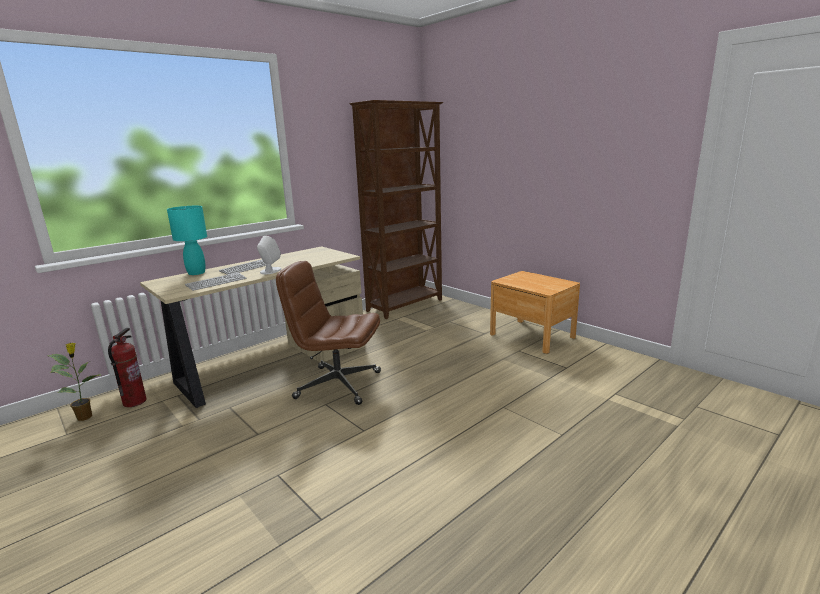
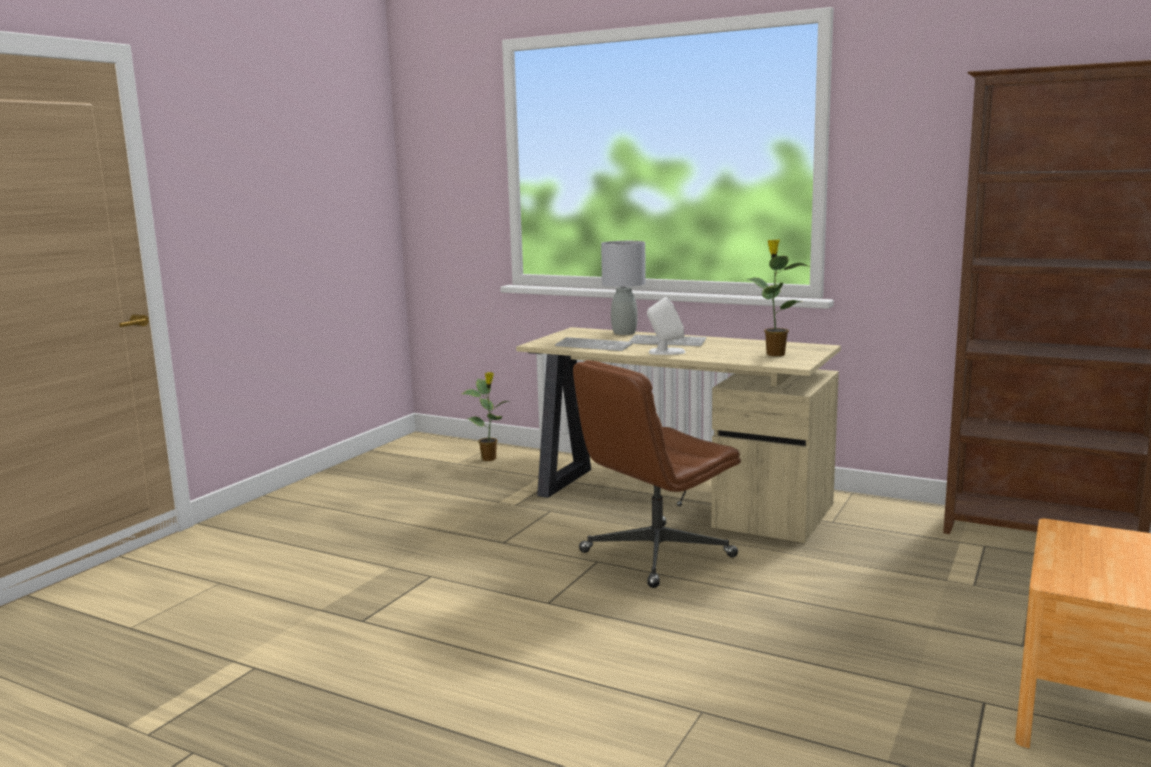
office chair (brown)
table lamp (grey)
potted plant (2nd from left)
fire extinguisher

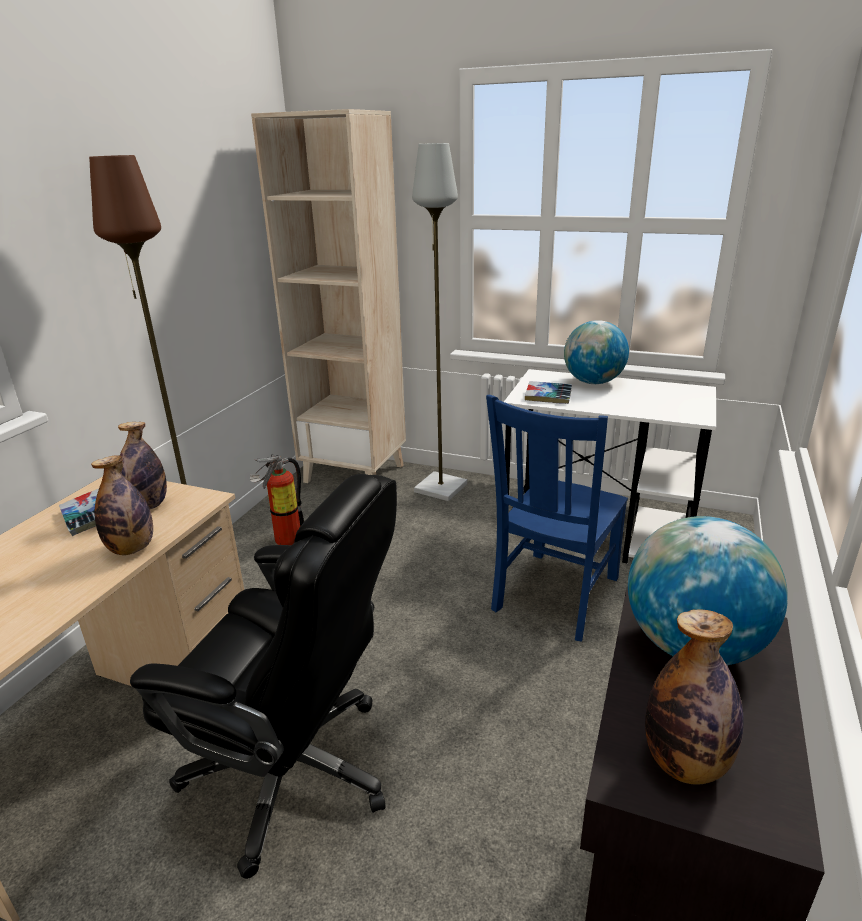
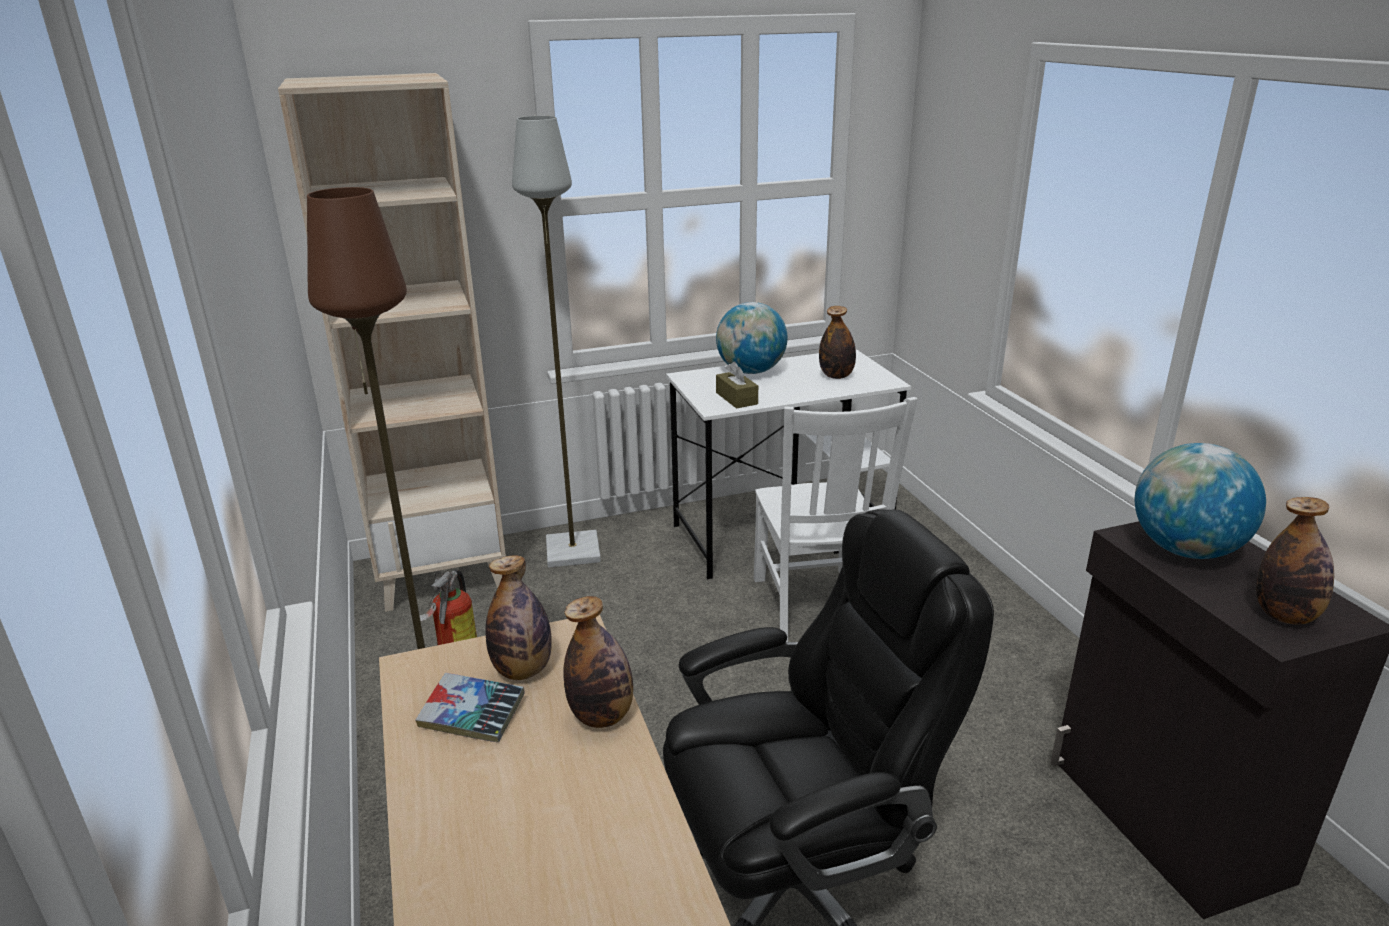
tissue box (brown)
chair (white)
bottle (3rd from left)

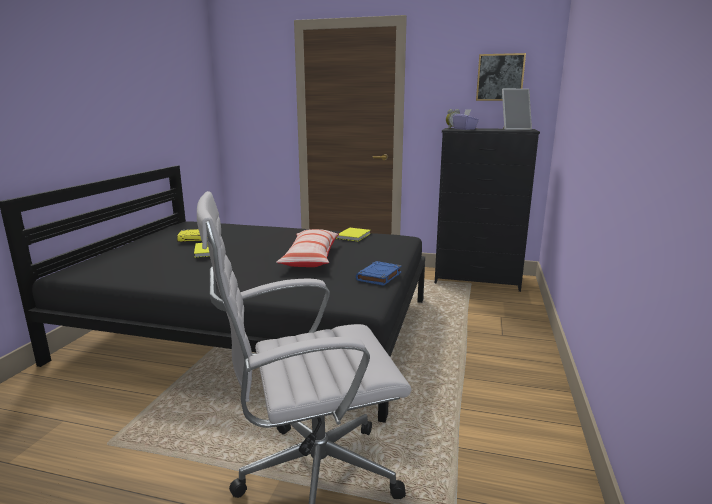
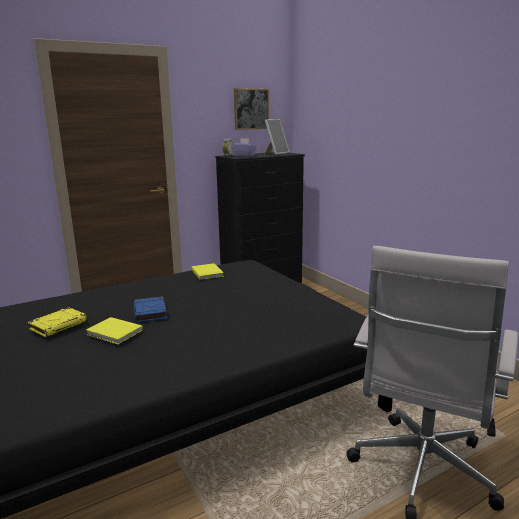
book (blue)
pillow

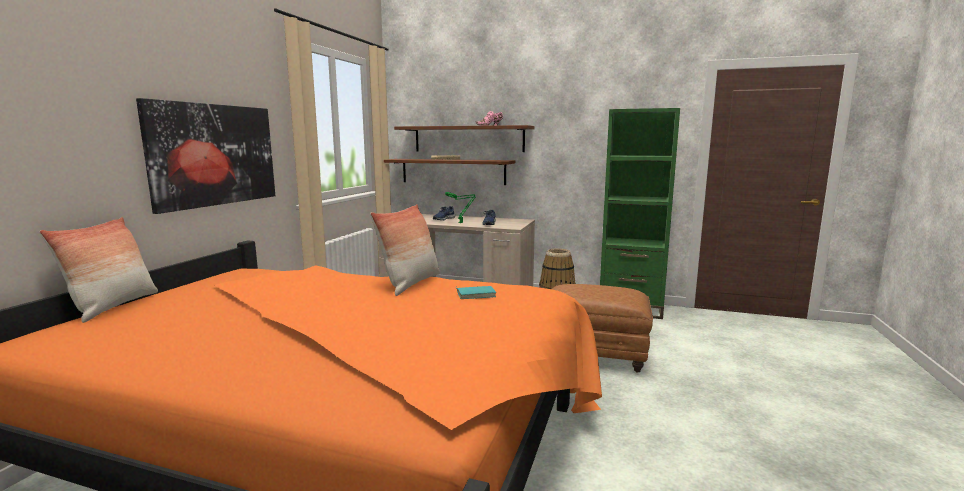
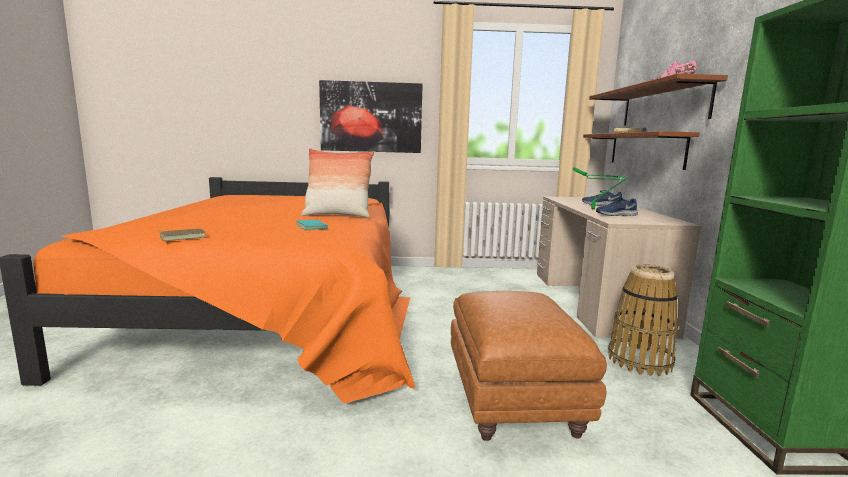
book (brown)
pillow (1st from left in the first image)

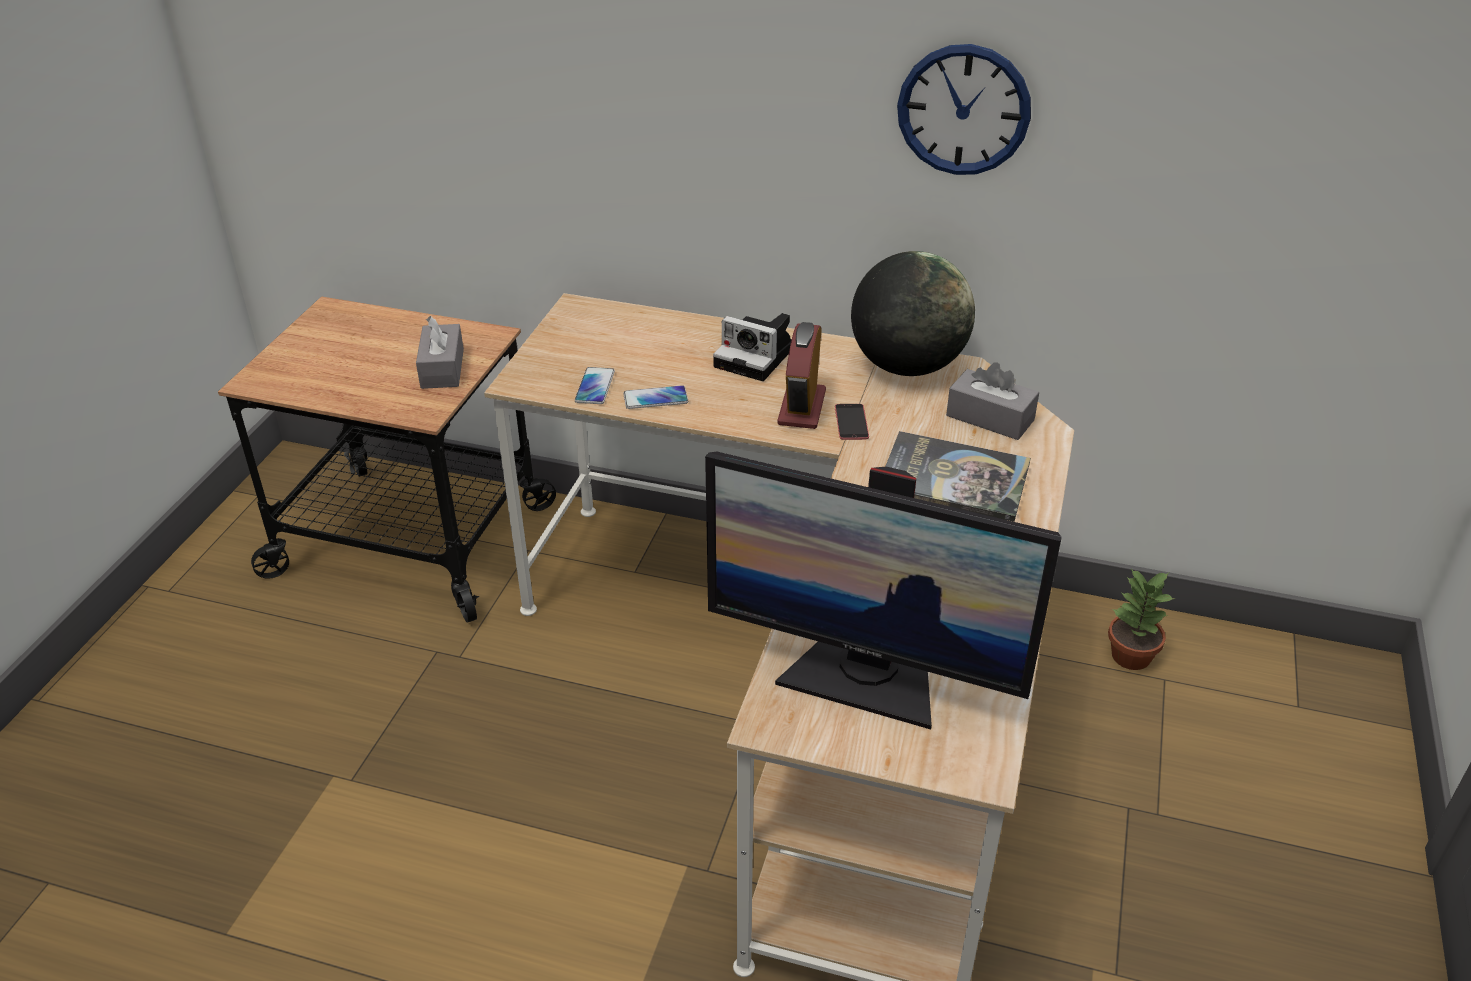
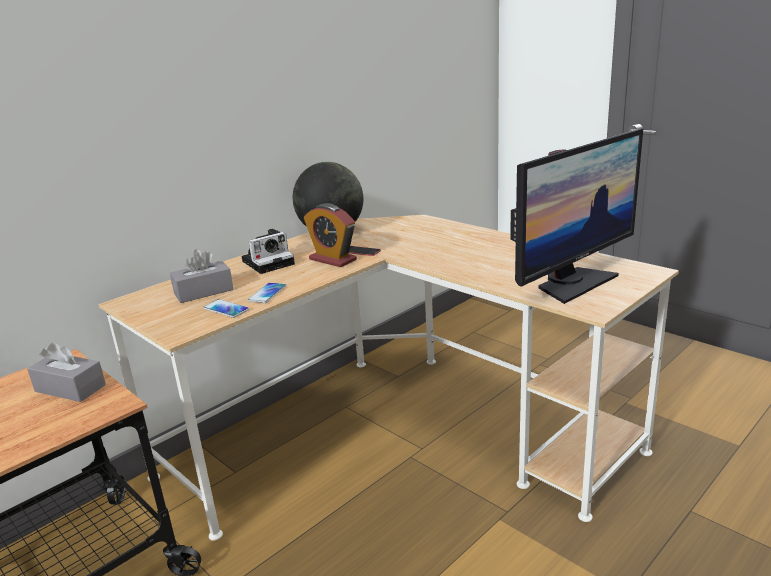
tissue box (grey) (2nd from left)
book
wall clock
potted plant

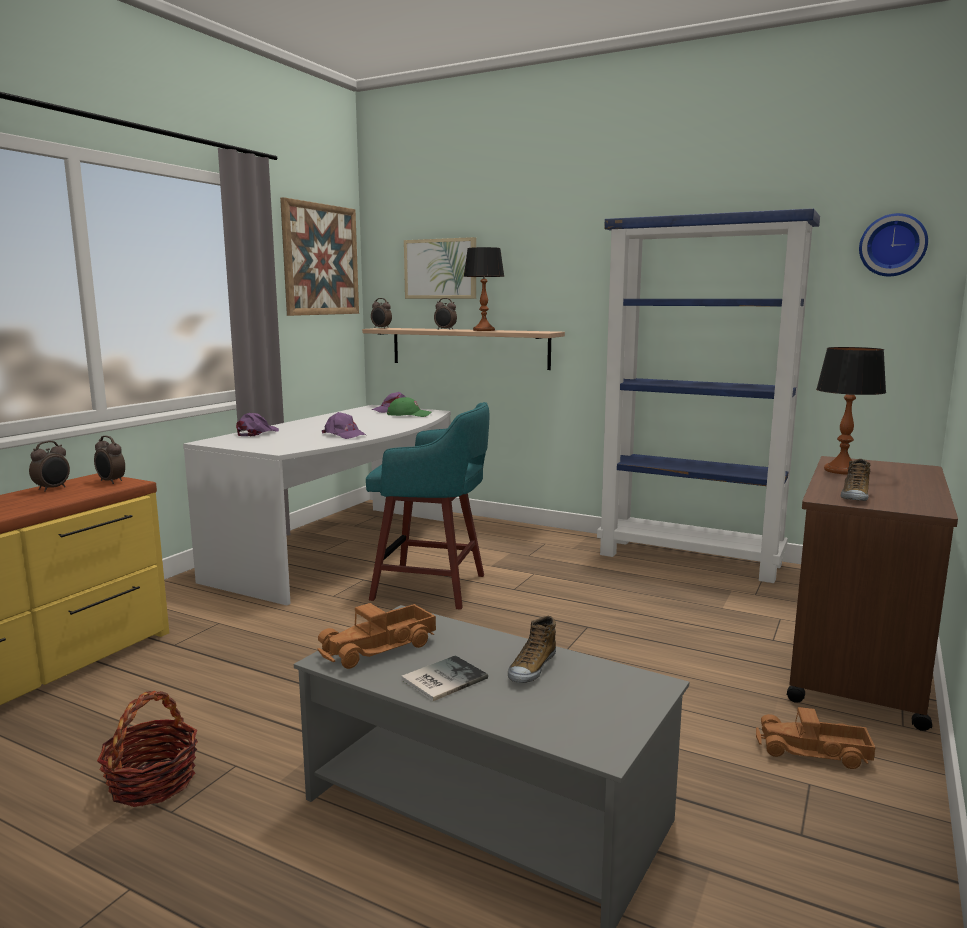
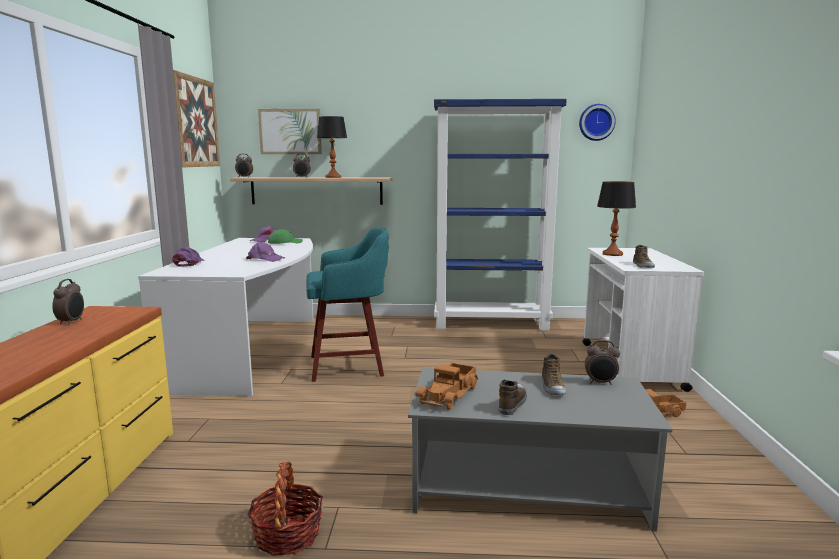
shoe (1st from left)
cart (white)
alarm clock (4th from left)

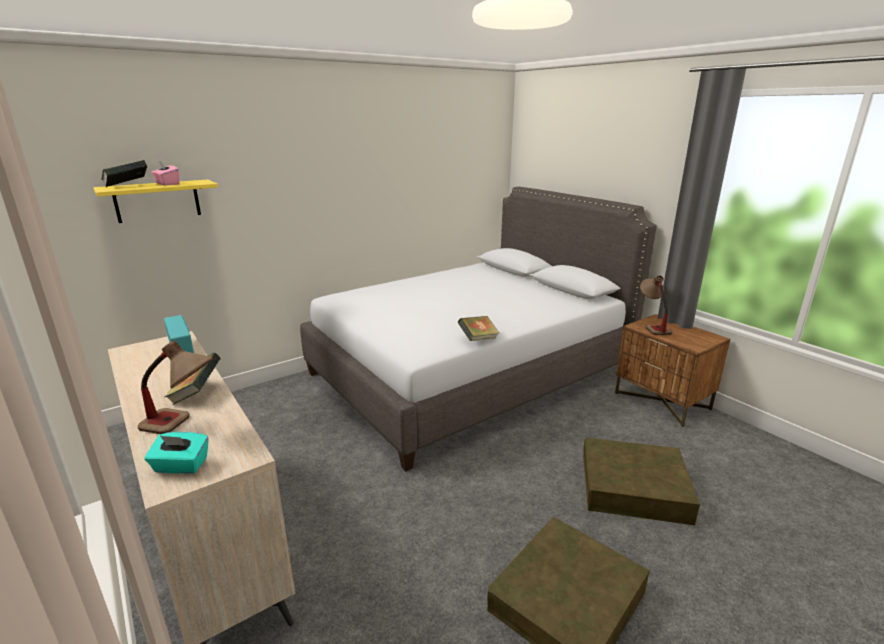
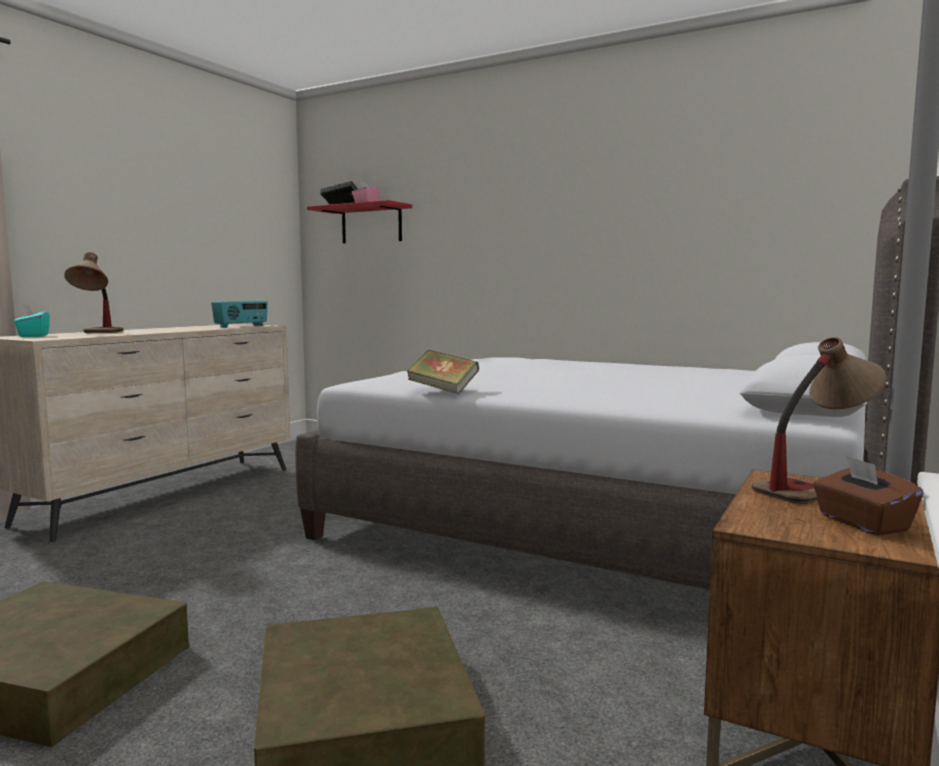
shelf (red)
tissue box (brown)
book (2nd from left in the first image)

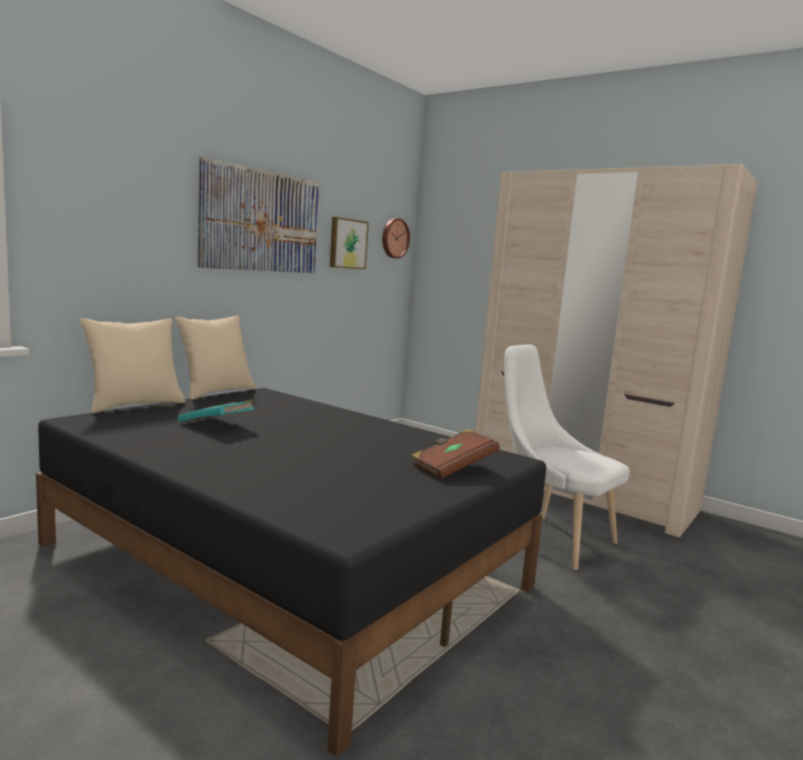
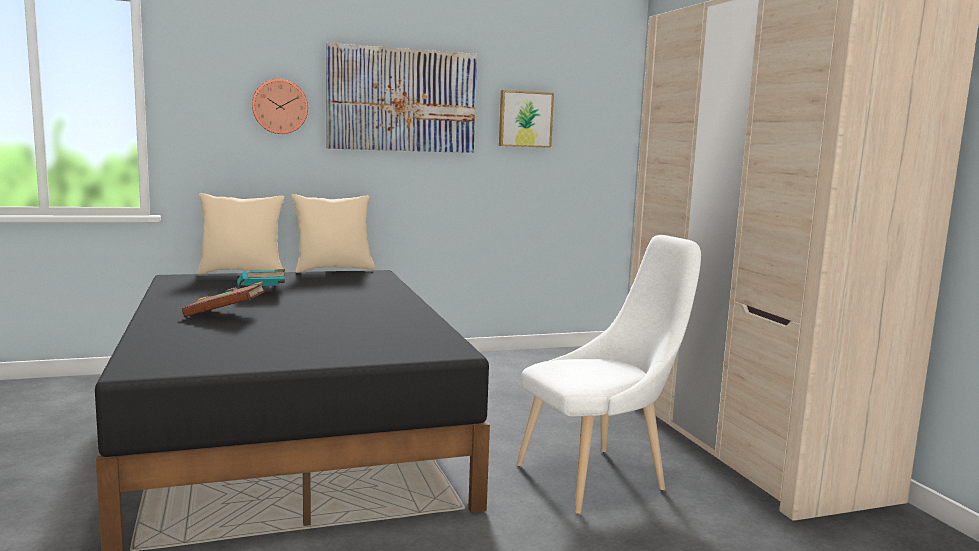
book (brown)
wall clock
chair (white)

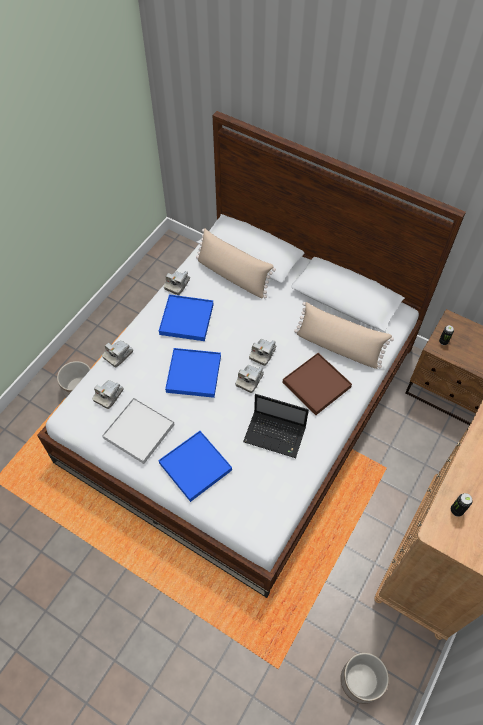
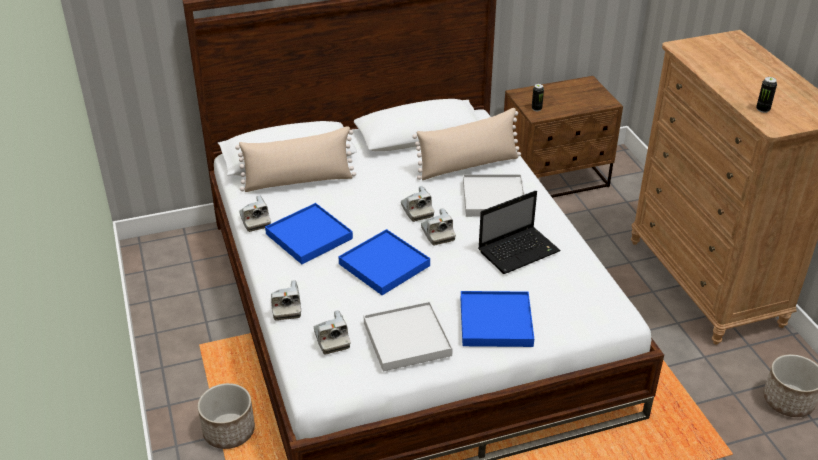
tray (white) (2nd from left)

